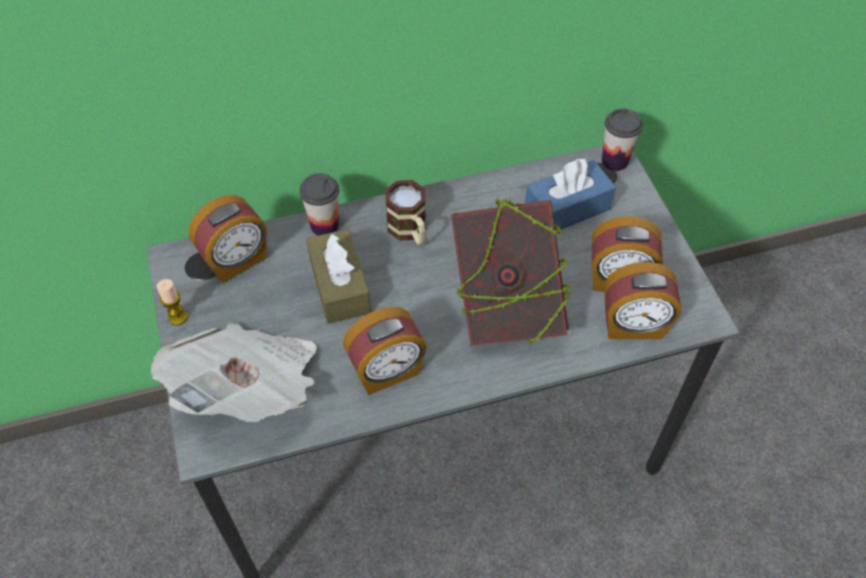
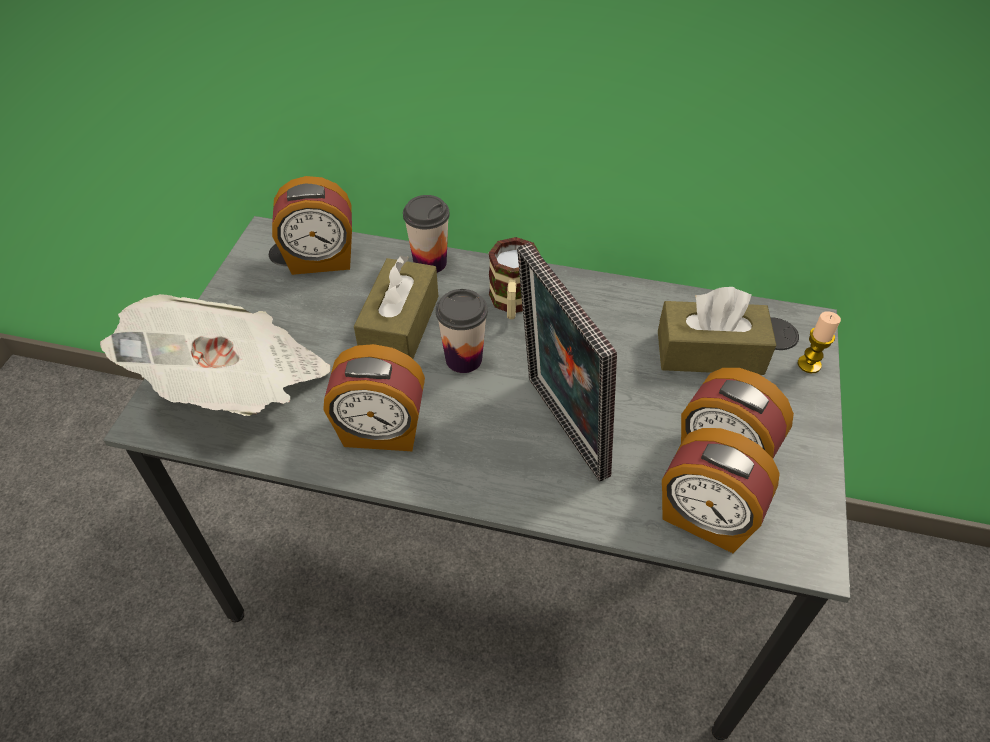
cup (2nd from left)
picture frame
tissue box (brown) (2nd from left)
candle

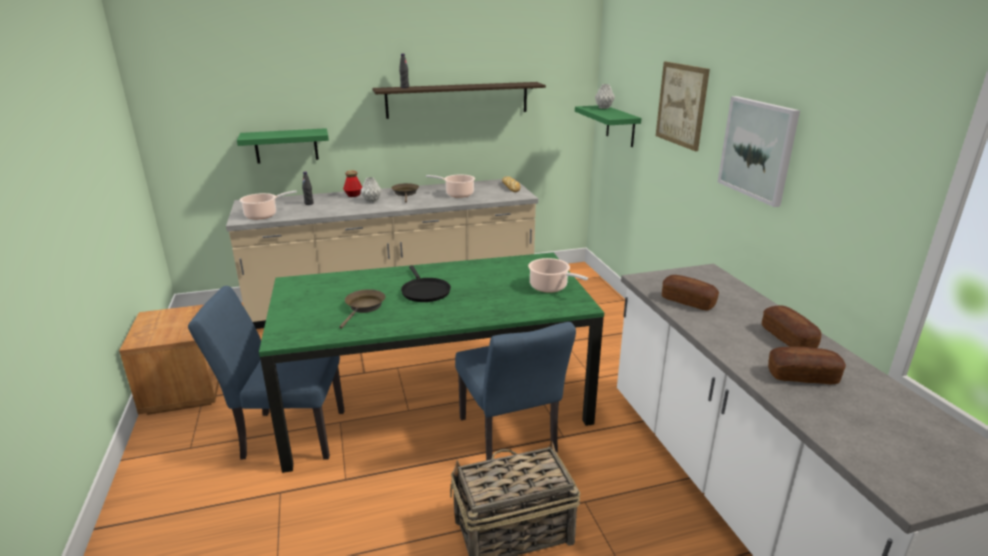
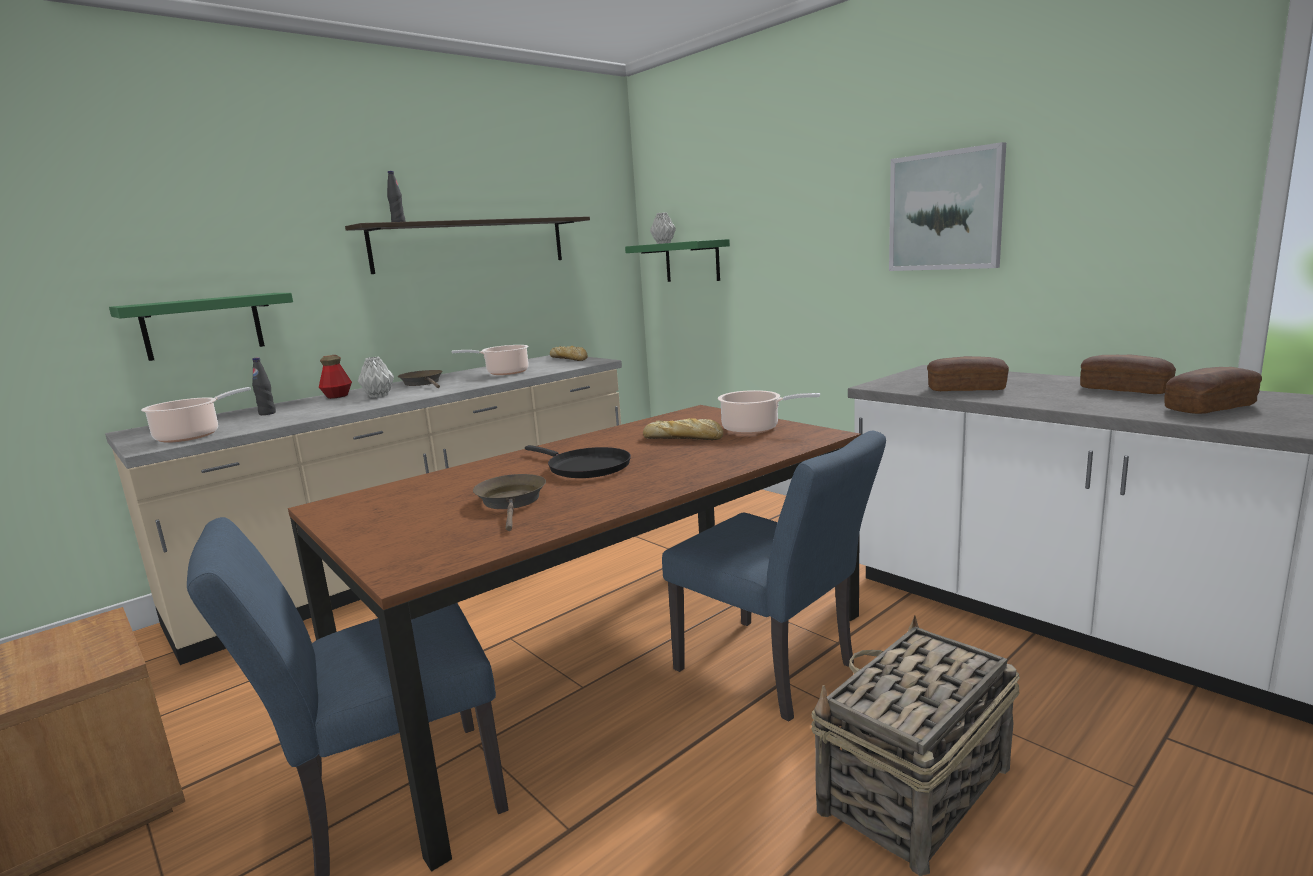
dining table (brown)
bread (2nd from left)
picture (1st from left in the first image)

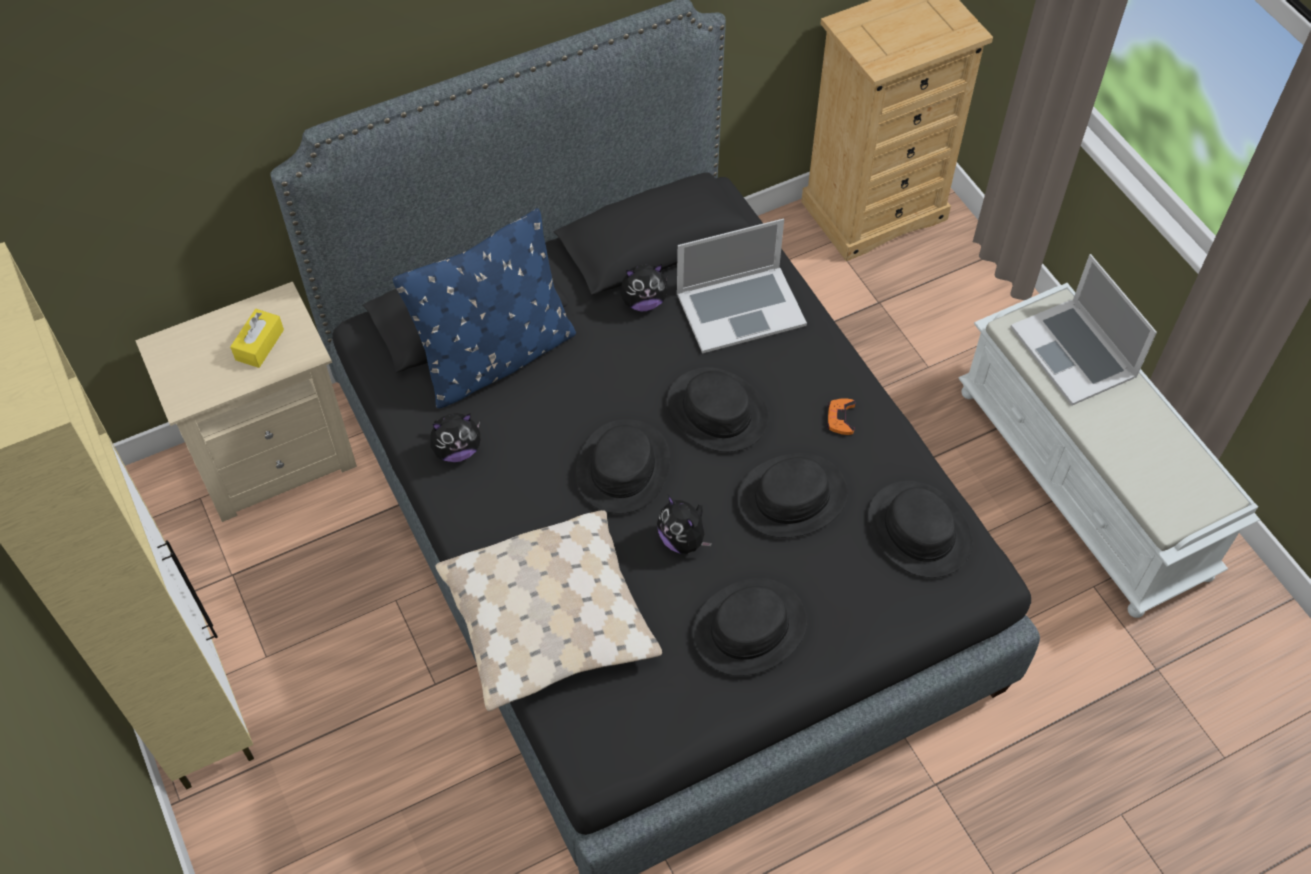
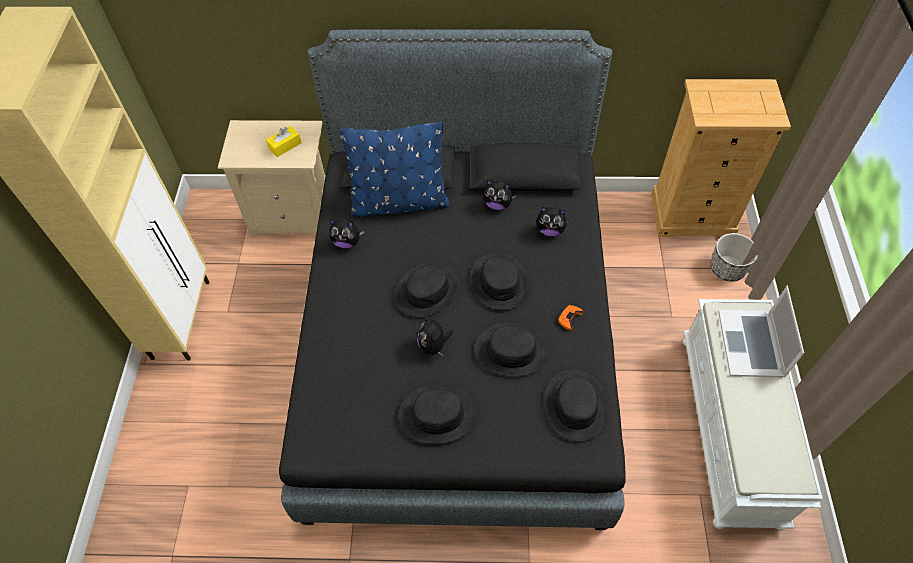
plush toy (4th from left)
planter
pillow (beige)

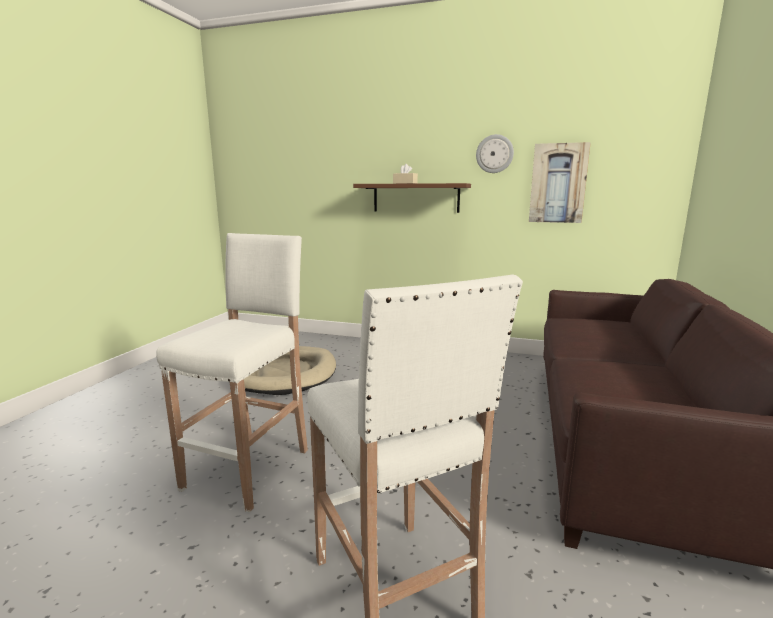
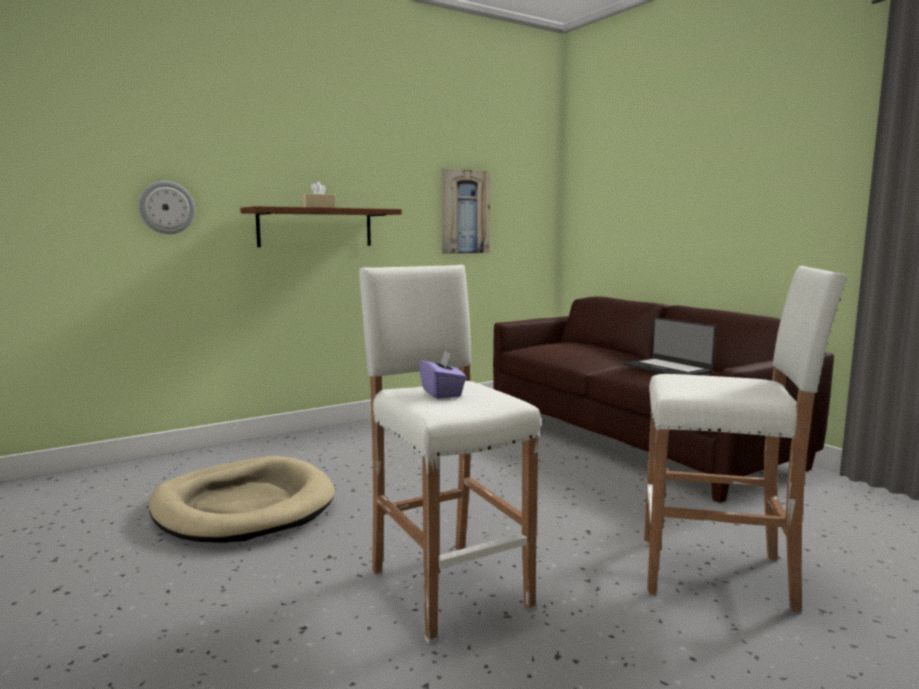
wall clock
tissue box (purple)
laptop

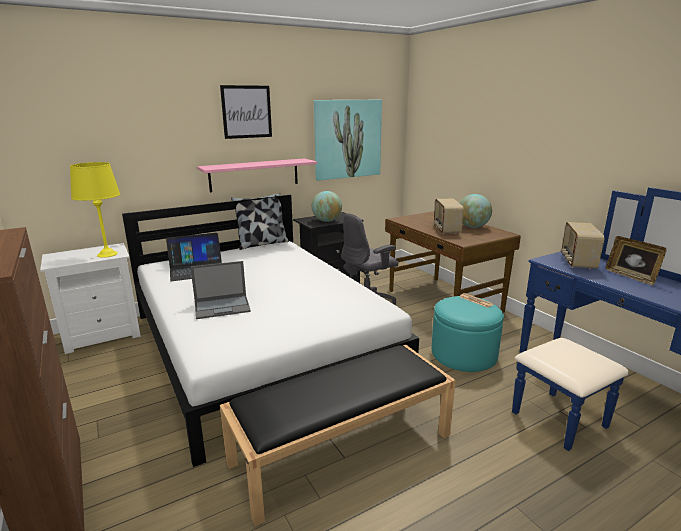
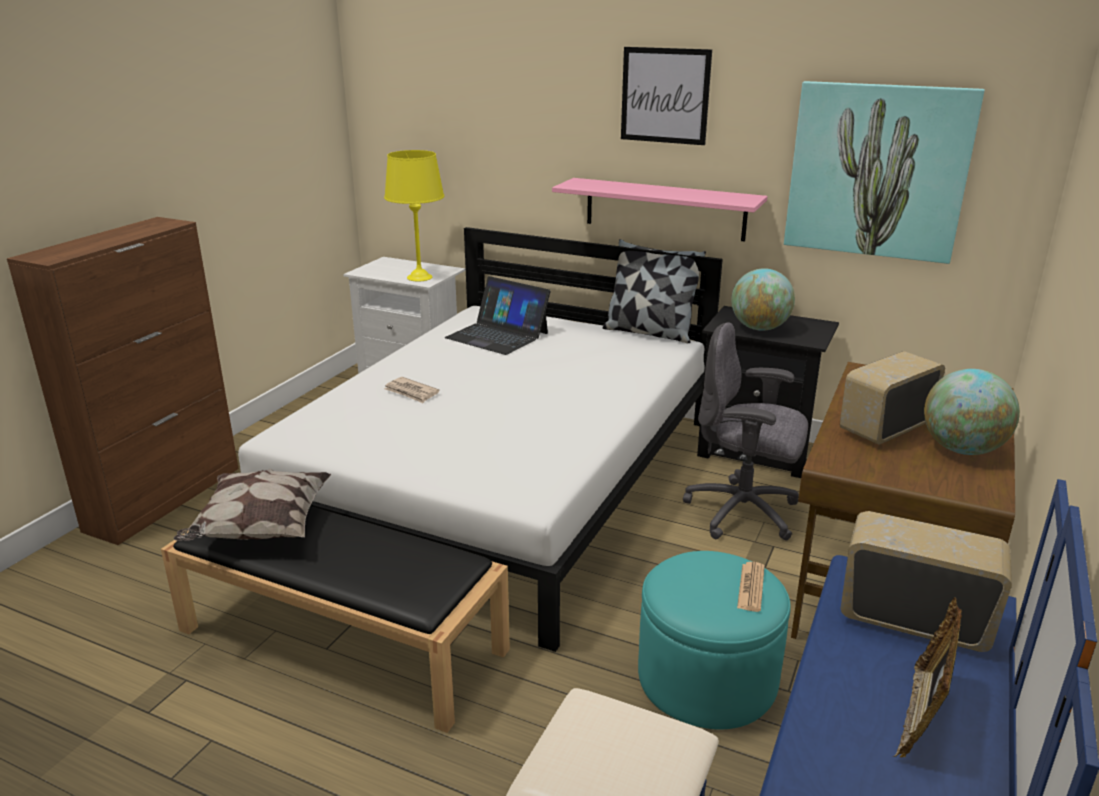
pillow (1st from left)
newspaper (1st from left)
radio (2nd from left)

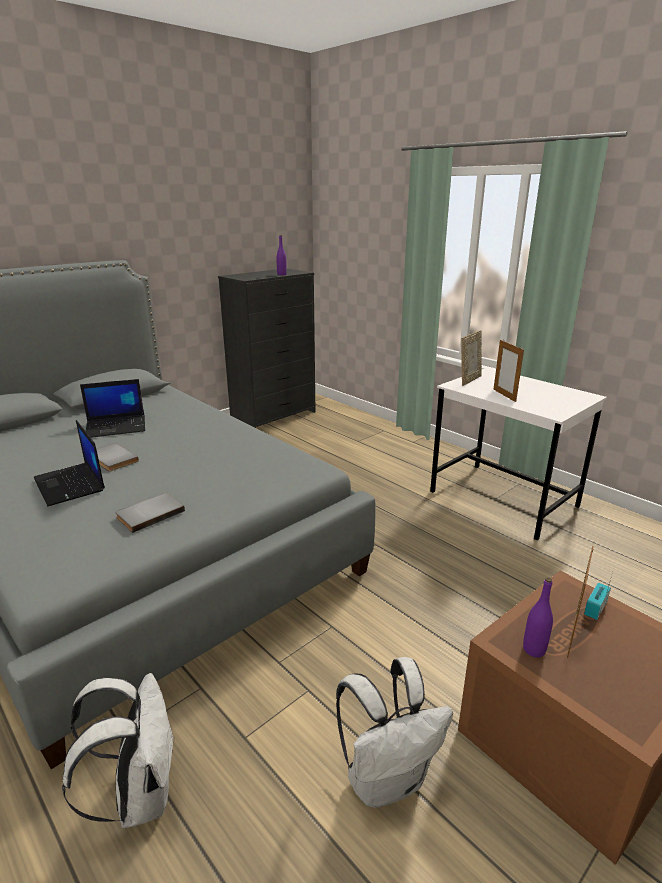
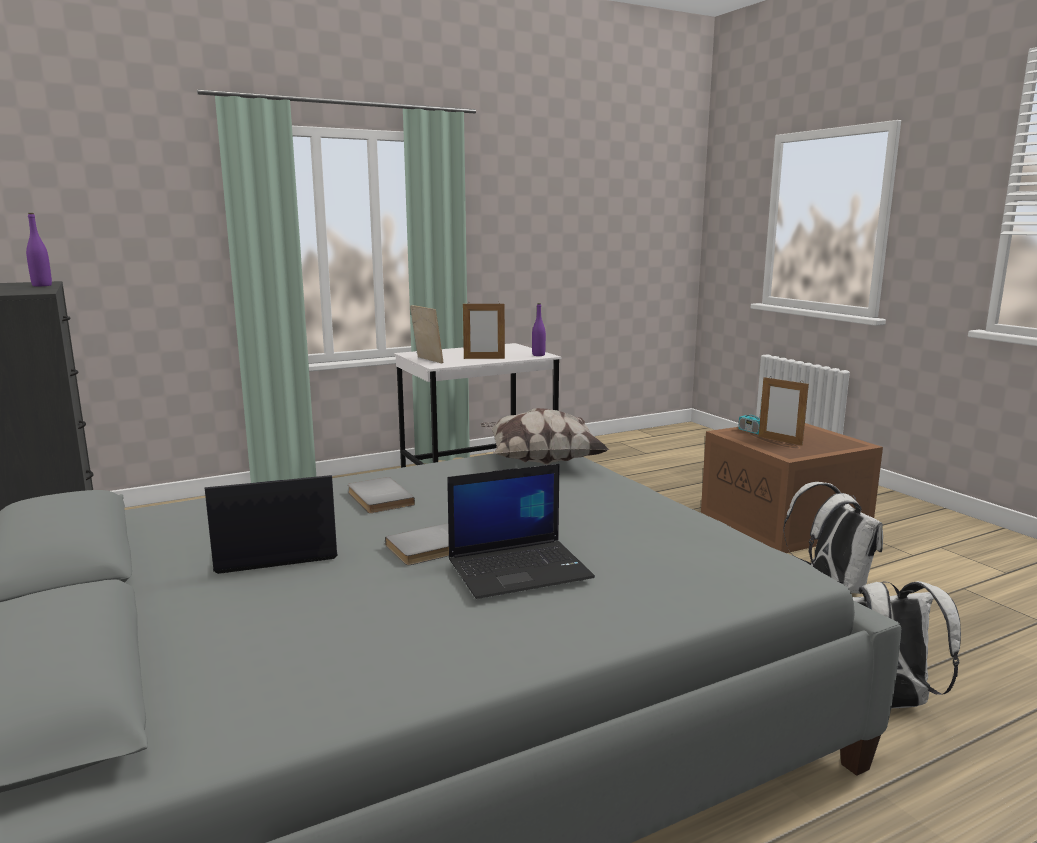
laptop (1st from left)
book (grey) (1st from left)
pillow
bottle (purple) (2nd from left)

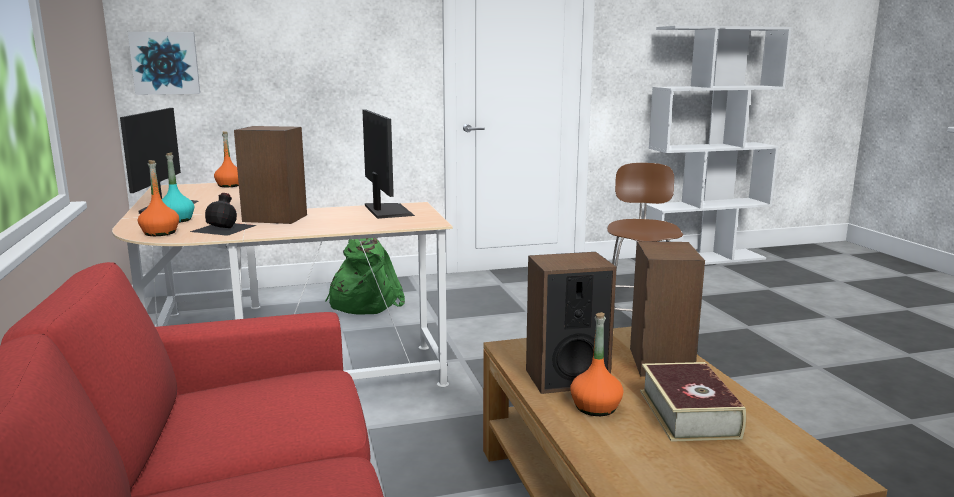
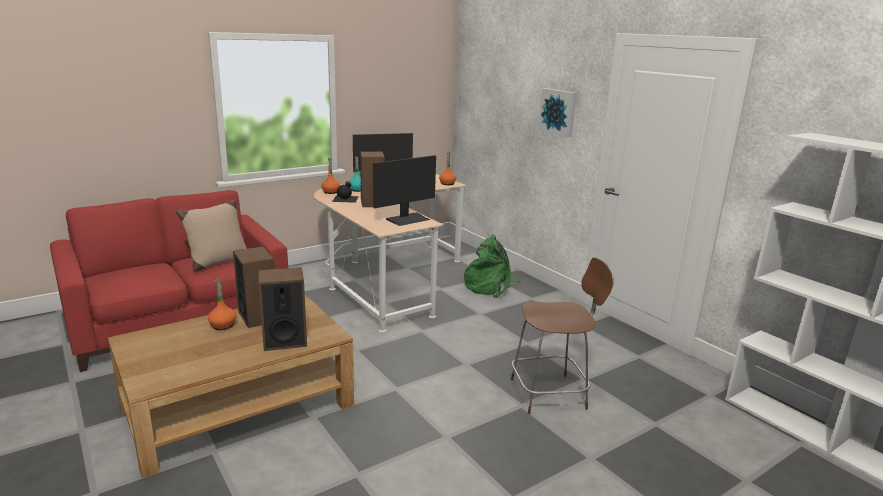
pillow (beige)
picture
book

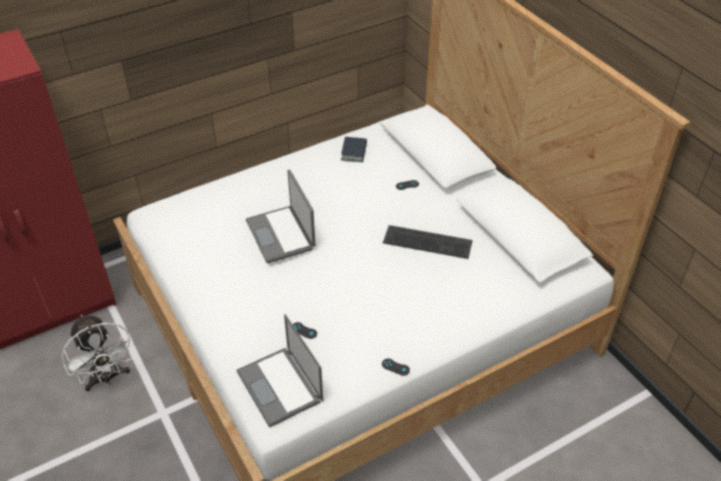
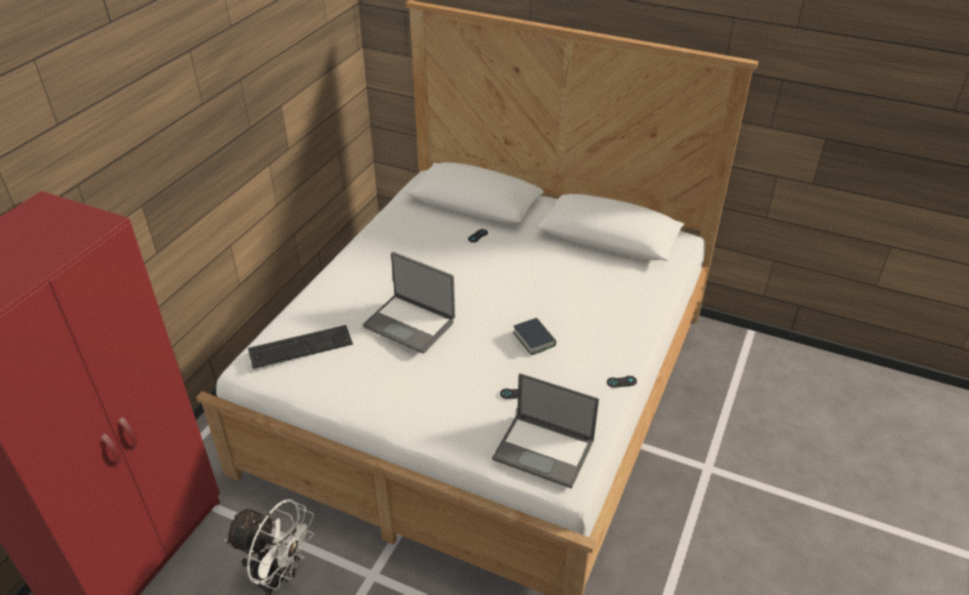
keyboard
book

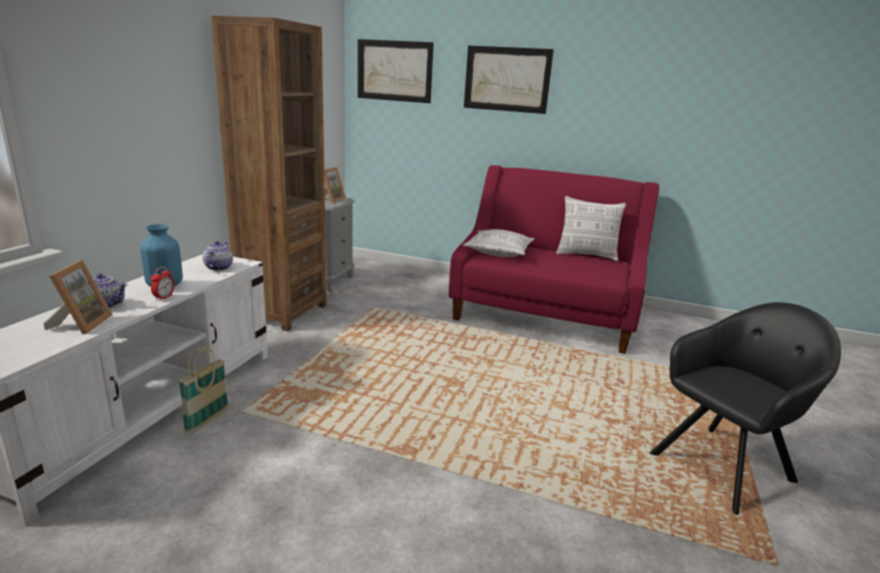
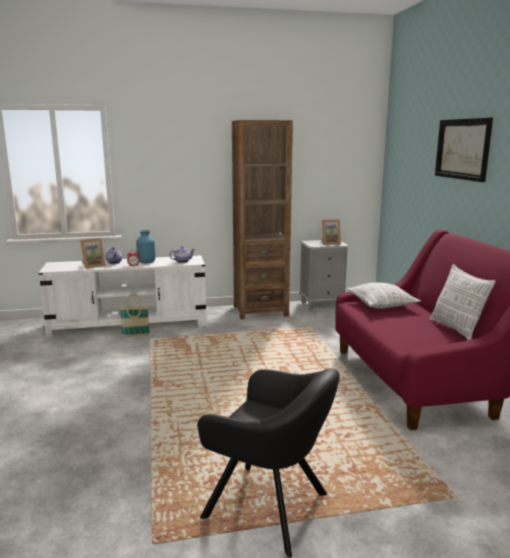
picture (1st from left in the first image)

